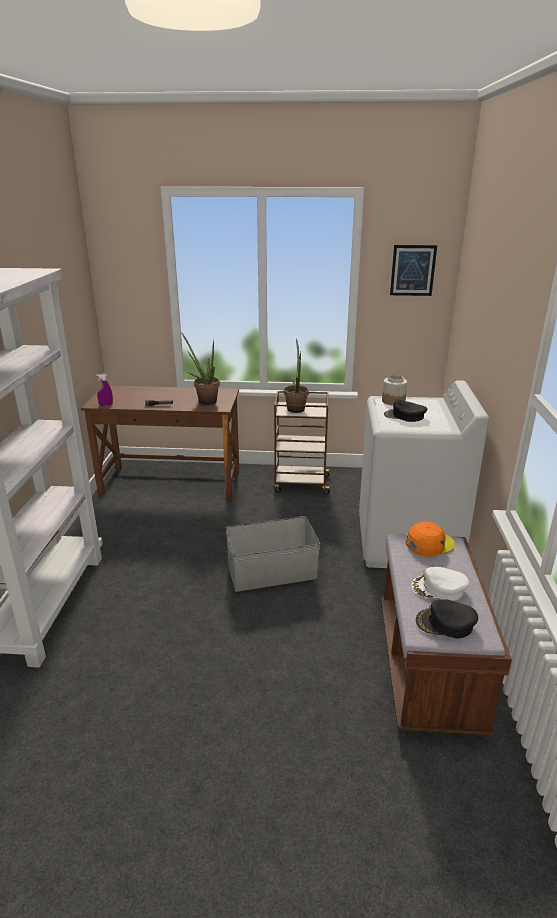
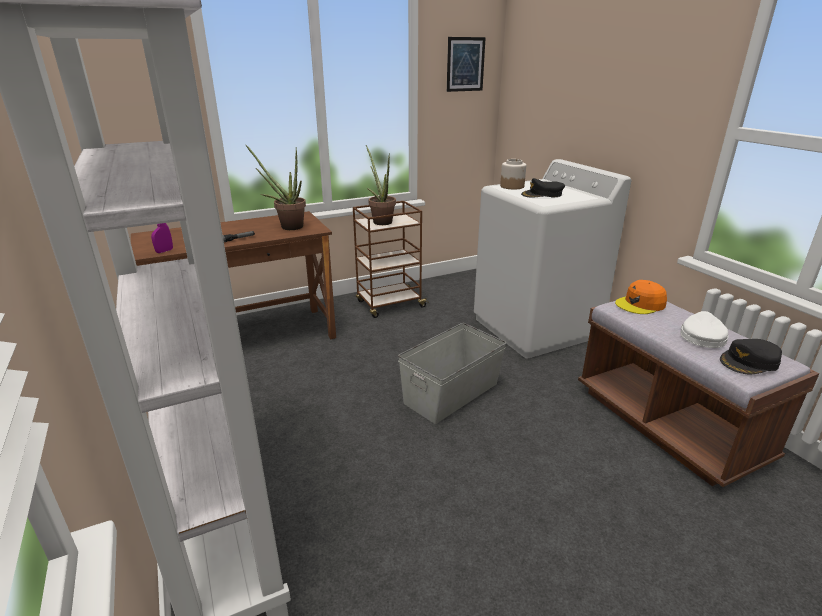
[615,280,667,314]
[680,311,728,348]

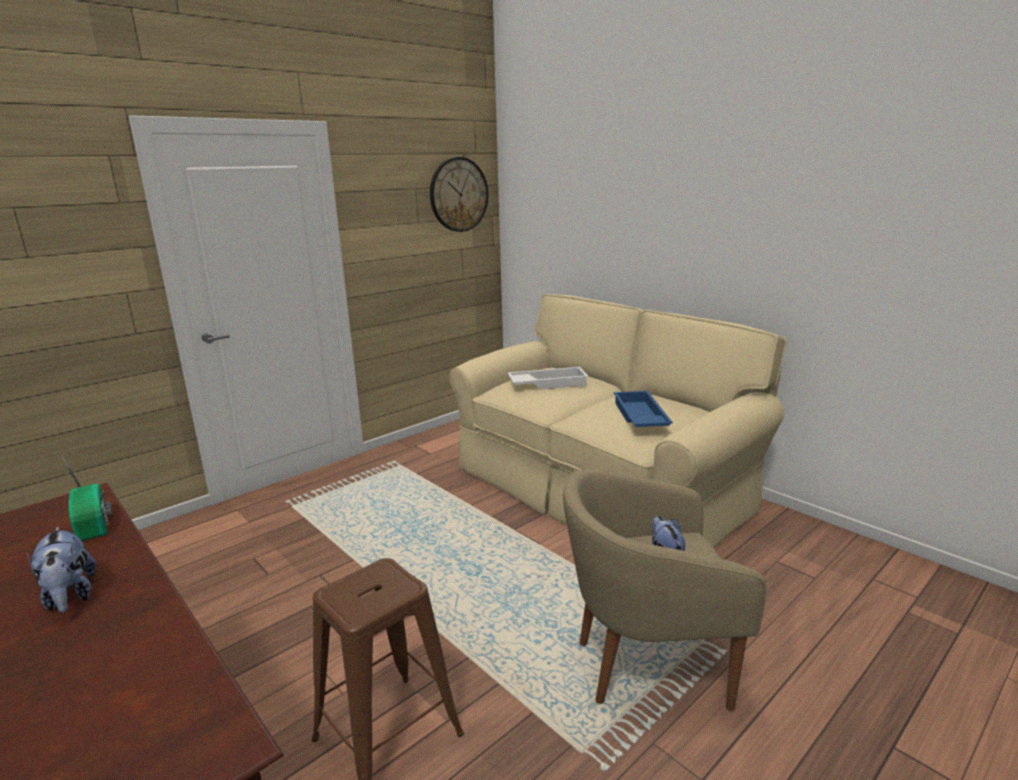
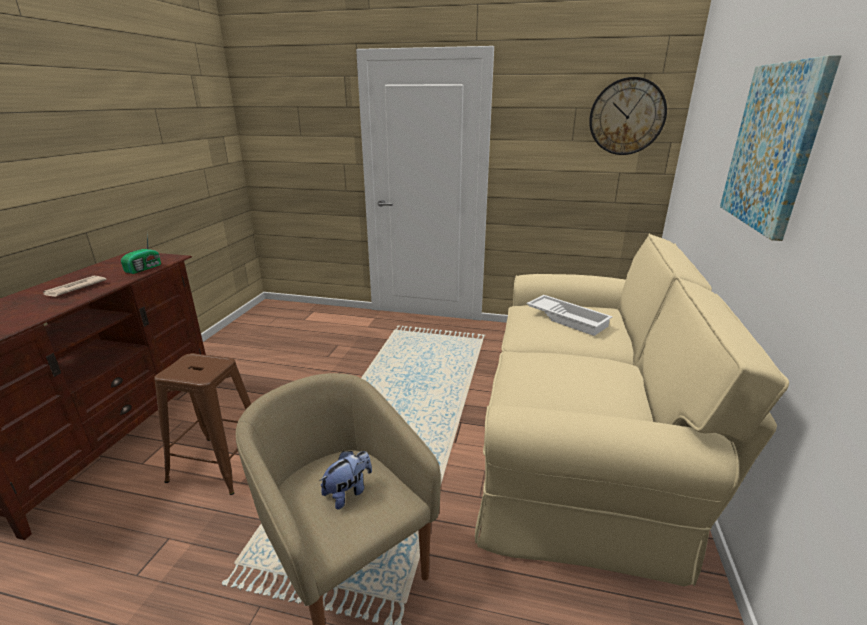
[43,276,107,297]
[614,391,673,427] (first image)
[720,55,842,241]

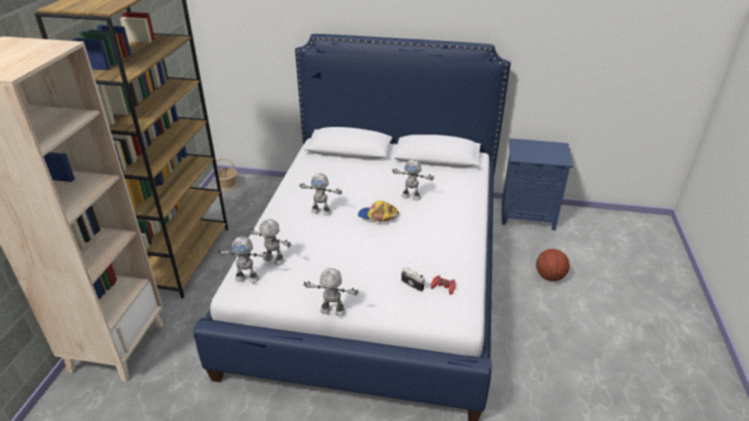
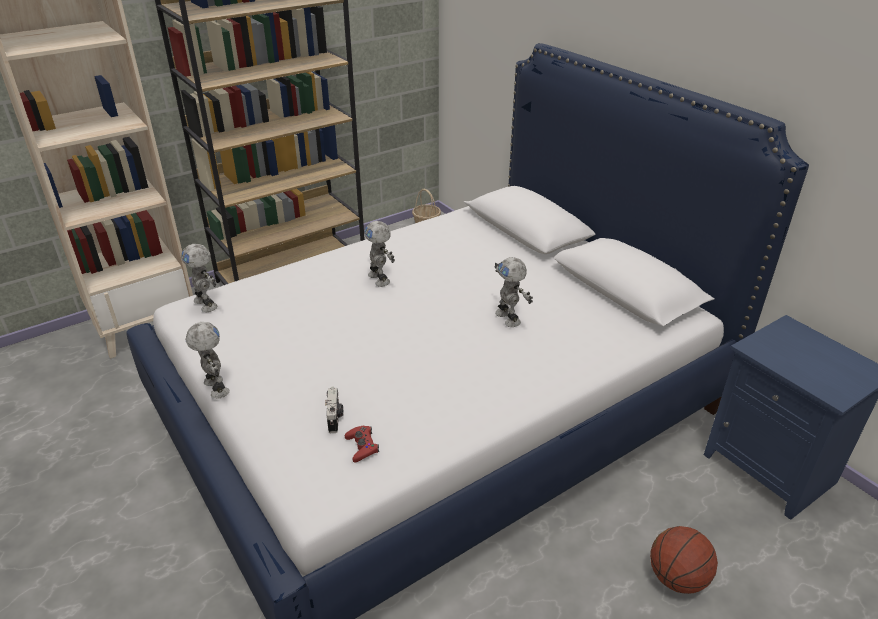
[249,219,291,265] (first image)
[358,201,399,222] (first image)

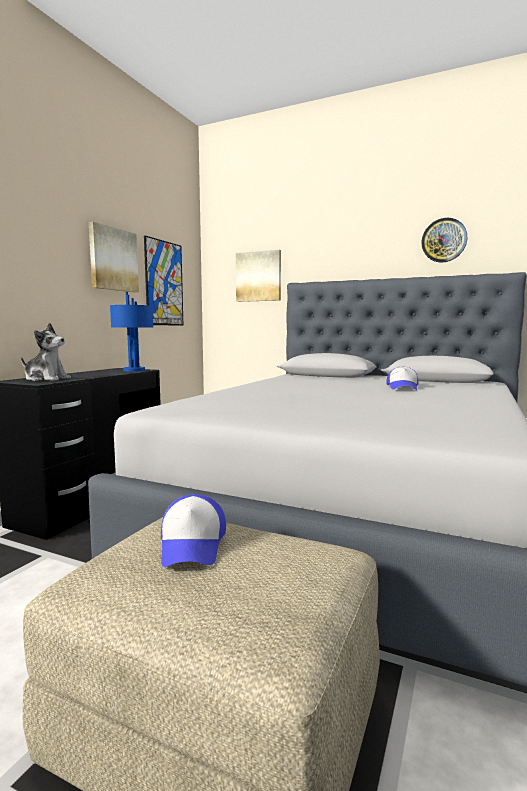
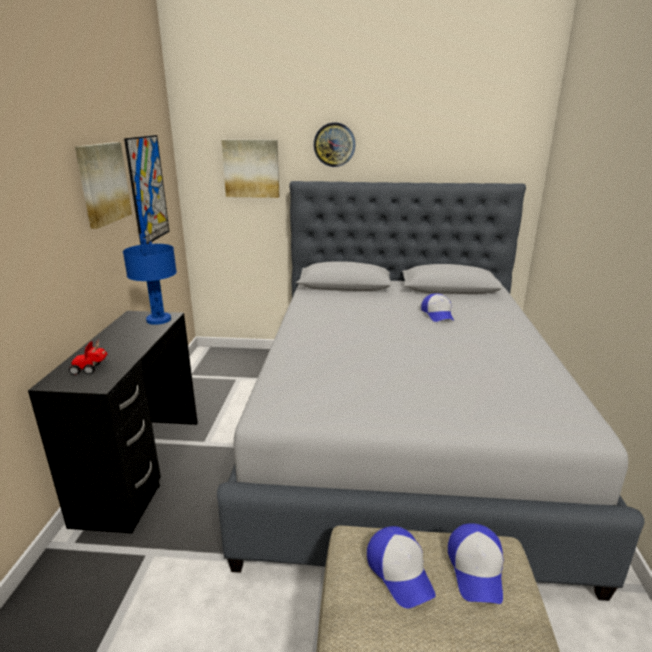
[69,340,107,375]
[314,122,355,167]
[448,523,503,604]

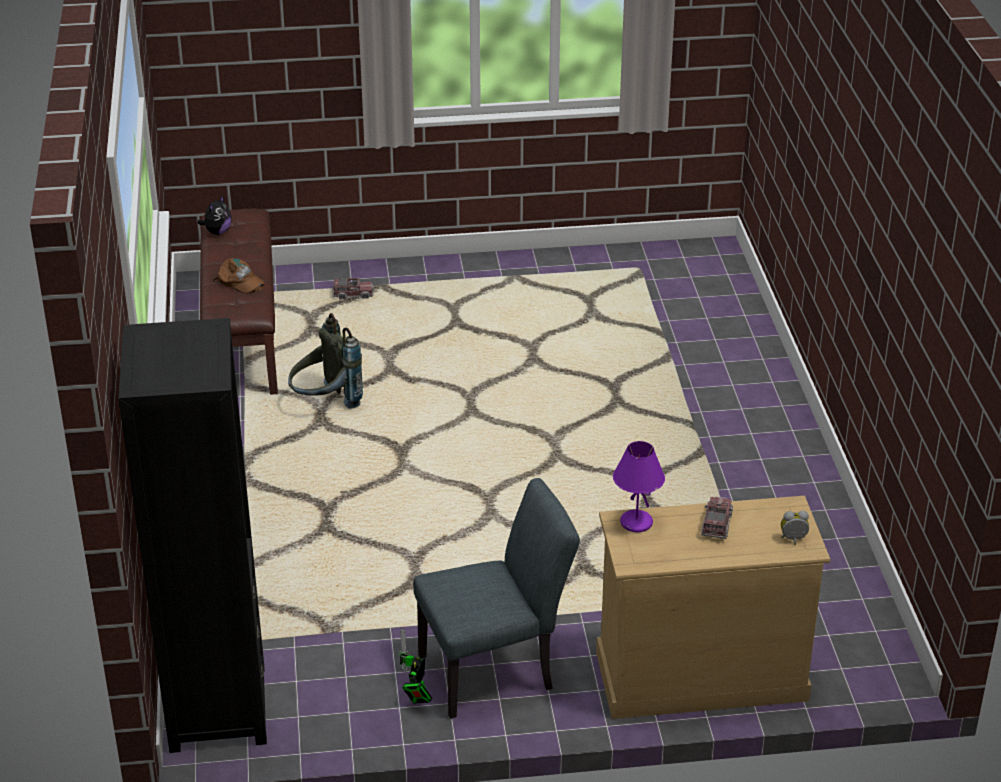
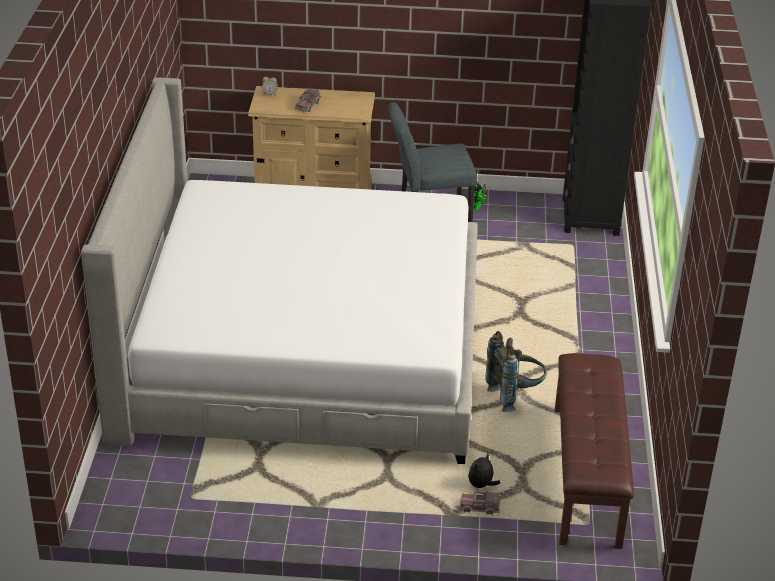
[468,453,500,489]
[213,258,265,294] (first image)
[613,441,665,532] (first image)
[81,77,478,464]

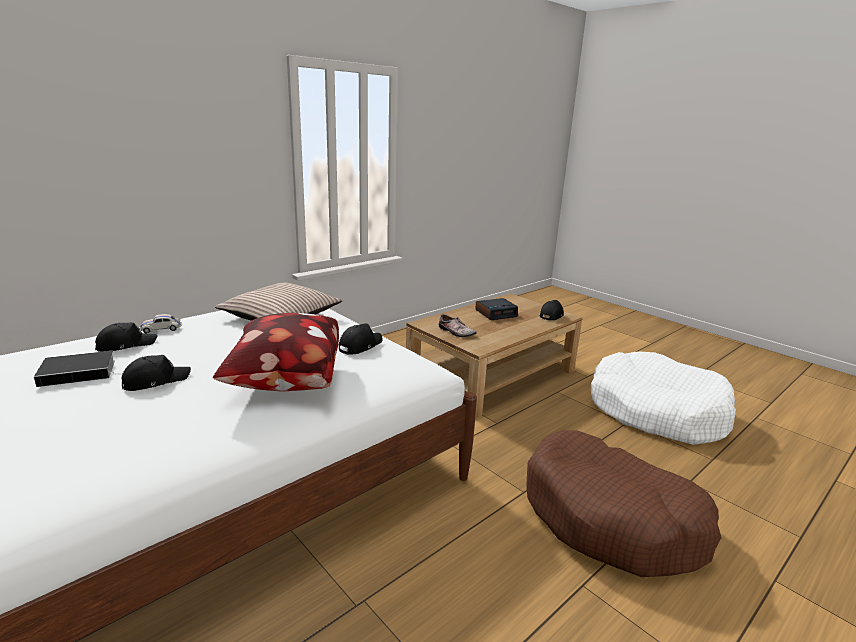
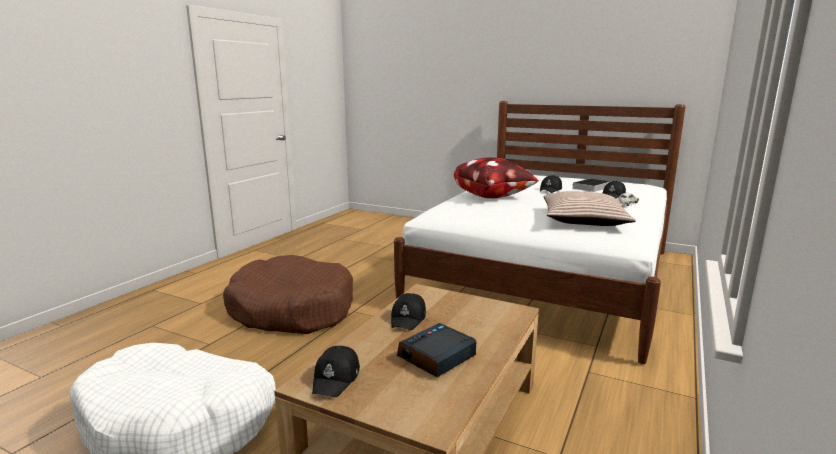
[391,293,426,330]
[439,314,476,337] (first image)

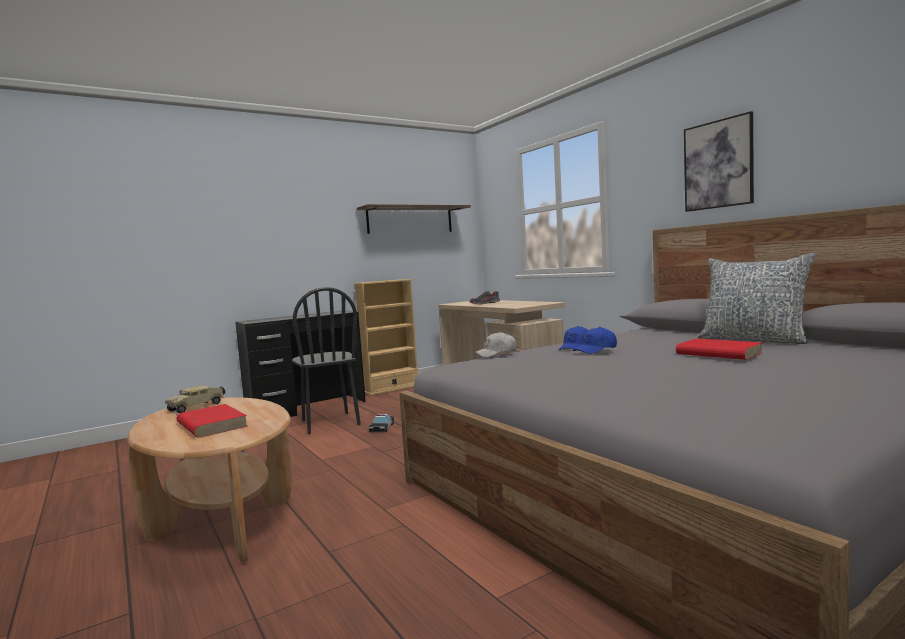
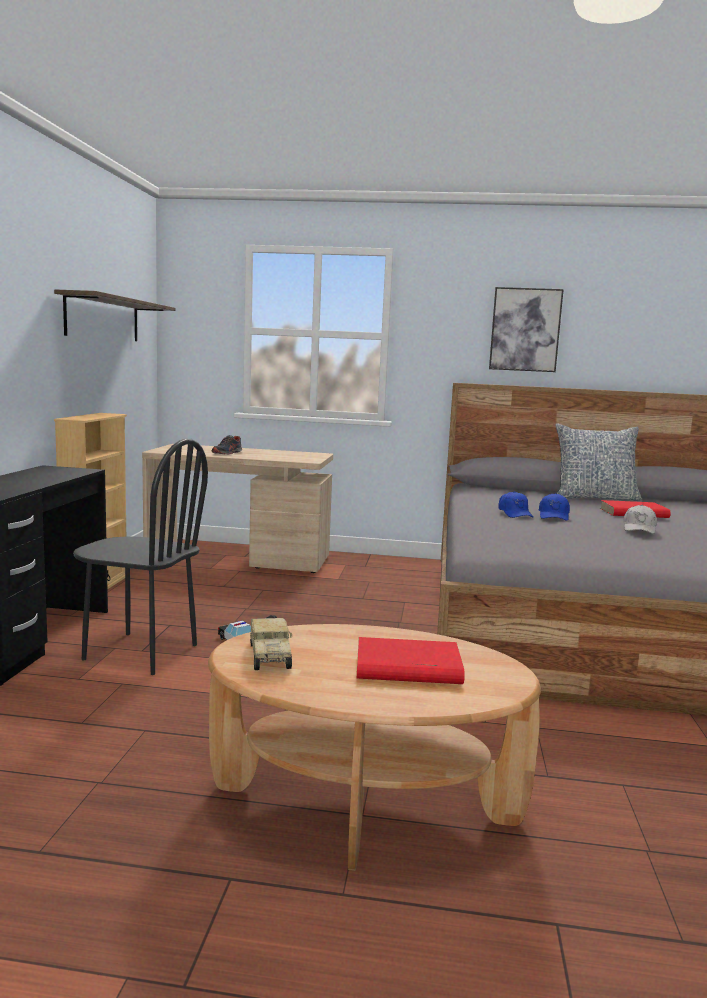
[623,505,657,534]

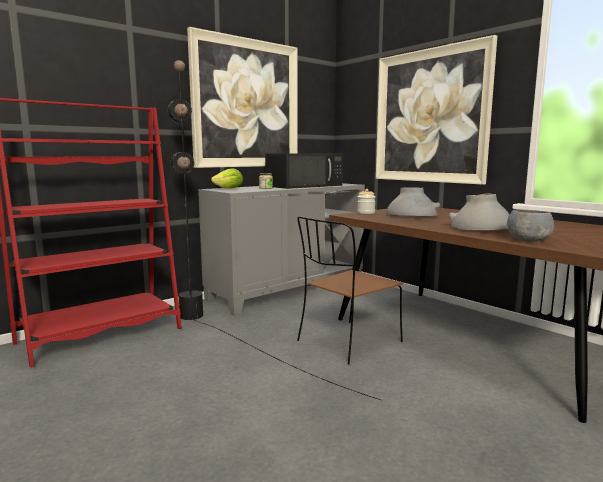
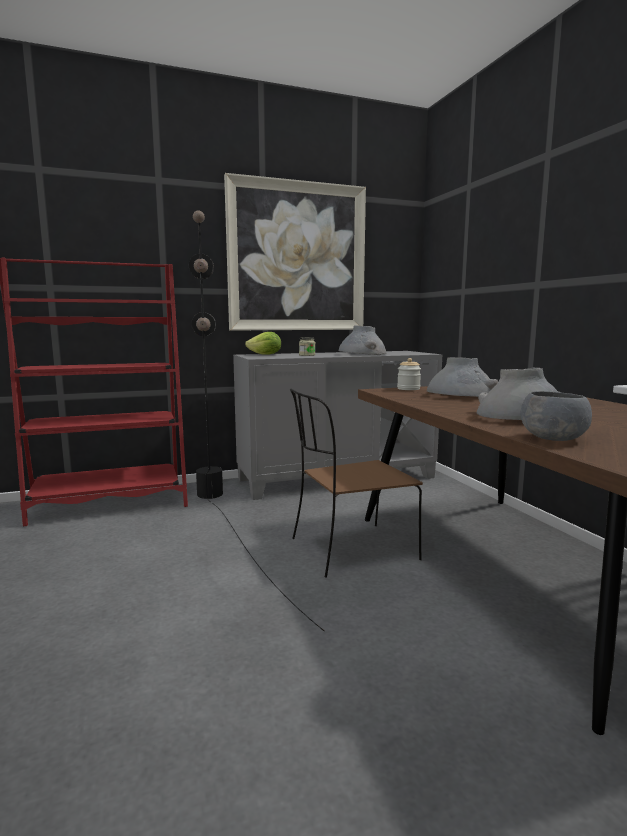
[339,325,386,355]
[376,35,497,185] (first image)

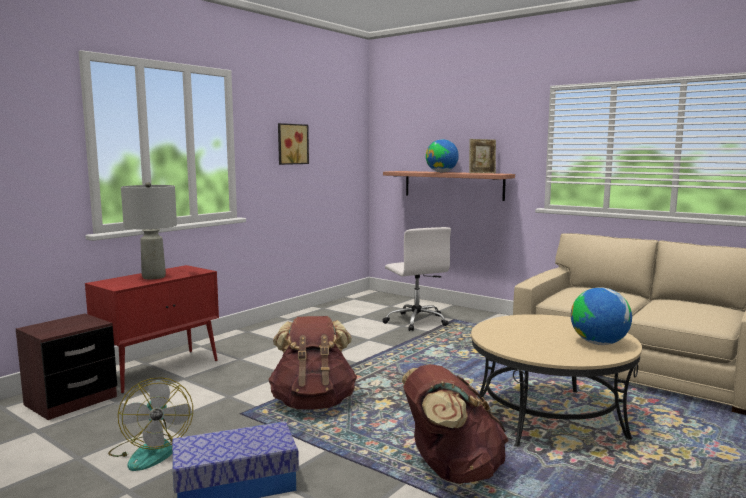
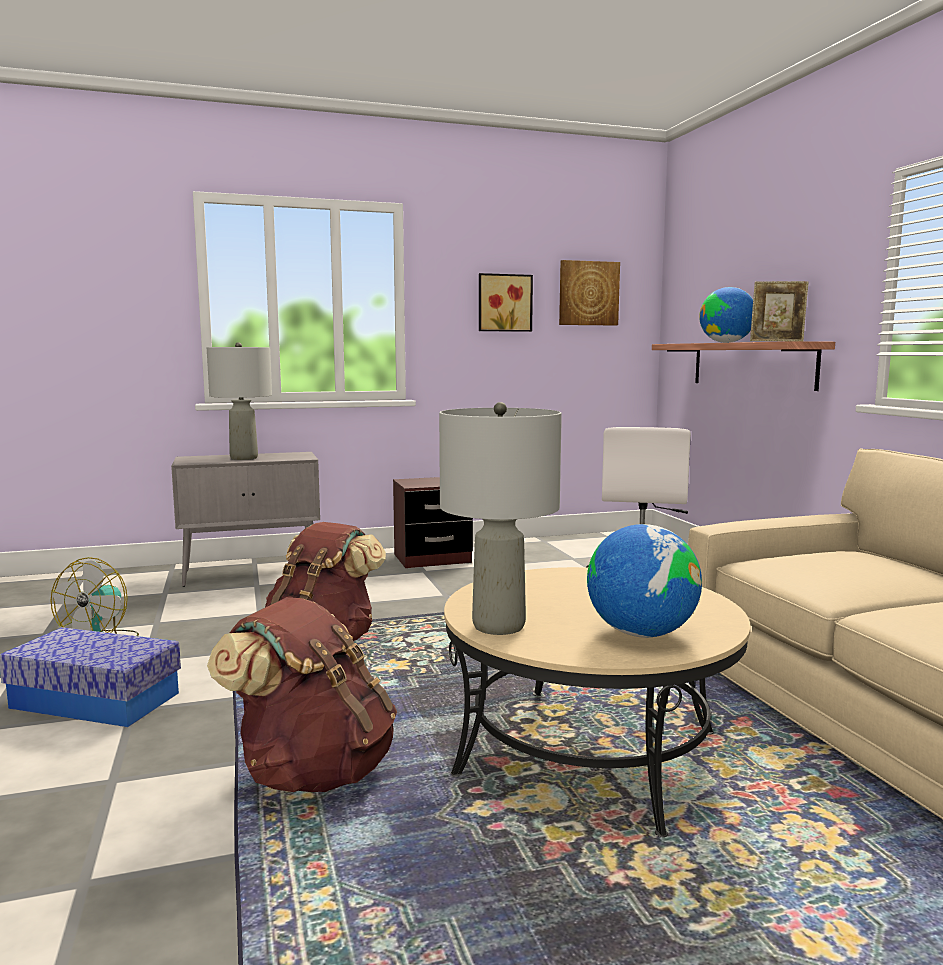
[393,477,473,568]
[171,452,320,587]
[439,402,562,635]
[559,260,620,325]

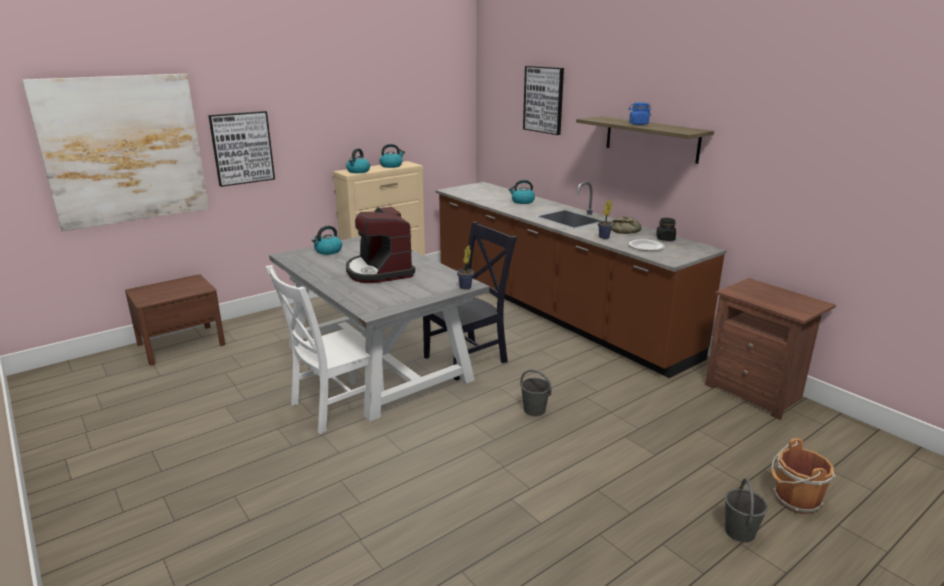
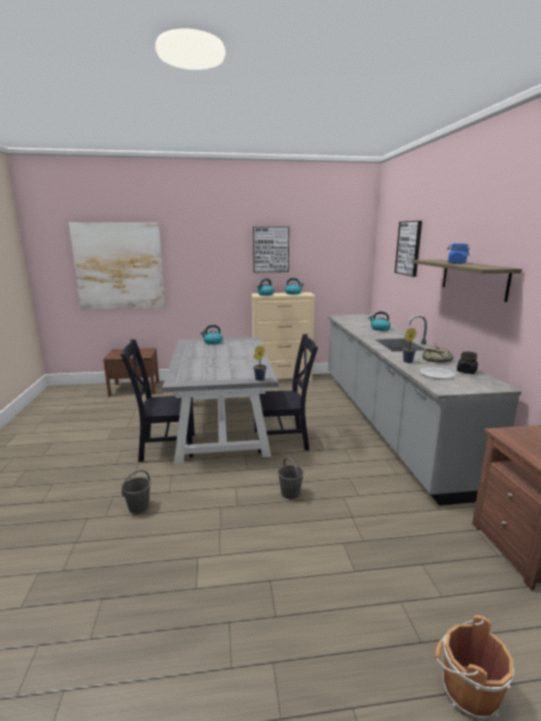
[253,227,289,272]
[120,339,195,462]
[346,207,415,283] (first image)
[328,314,522,506]
[122,470,151,514]

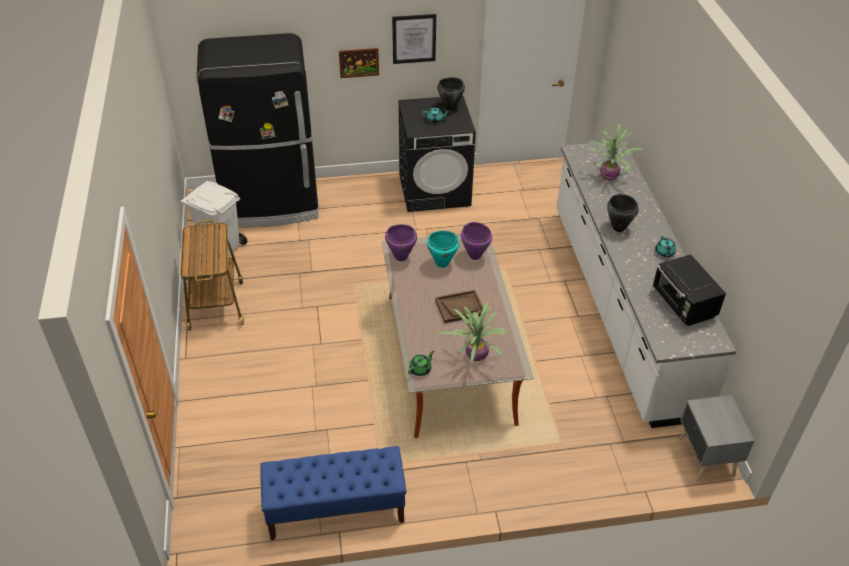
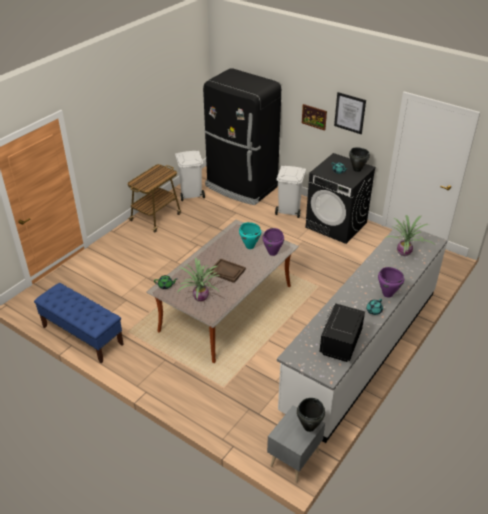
[378,267,404,298]
[297,398,325,432]
[275,166,306,218]

